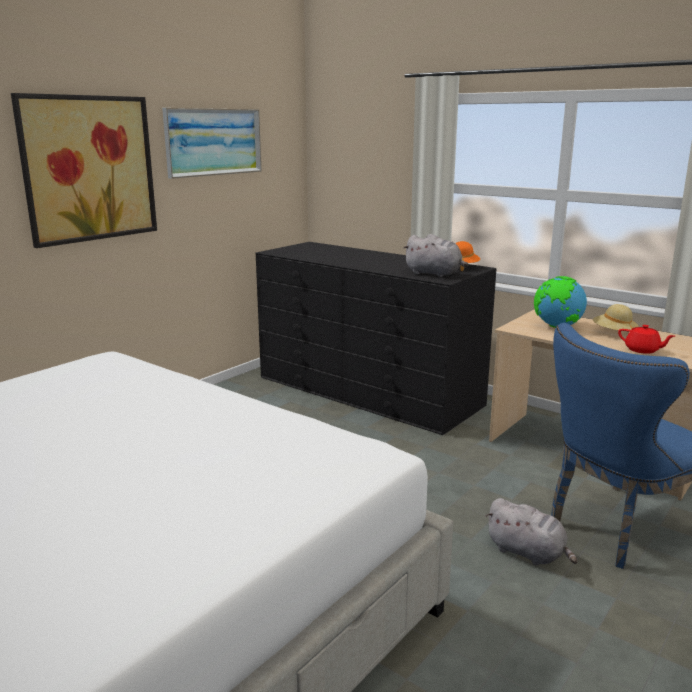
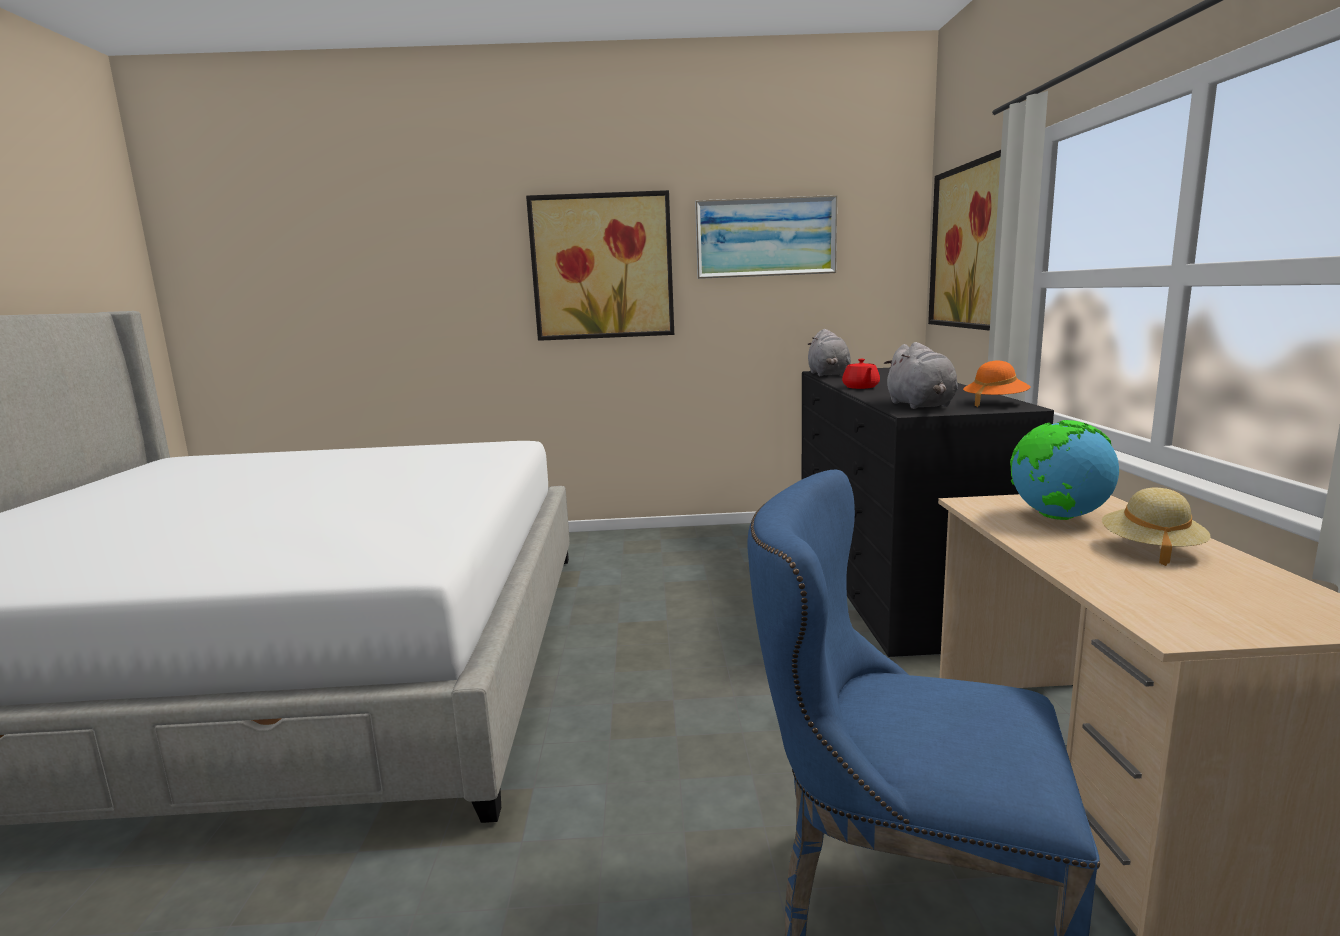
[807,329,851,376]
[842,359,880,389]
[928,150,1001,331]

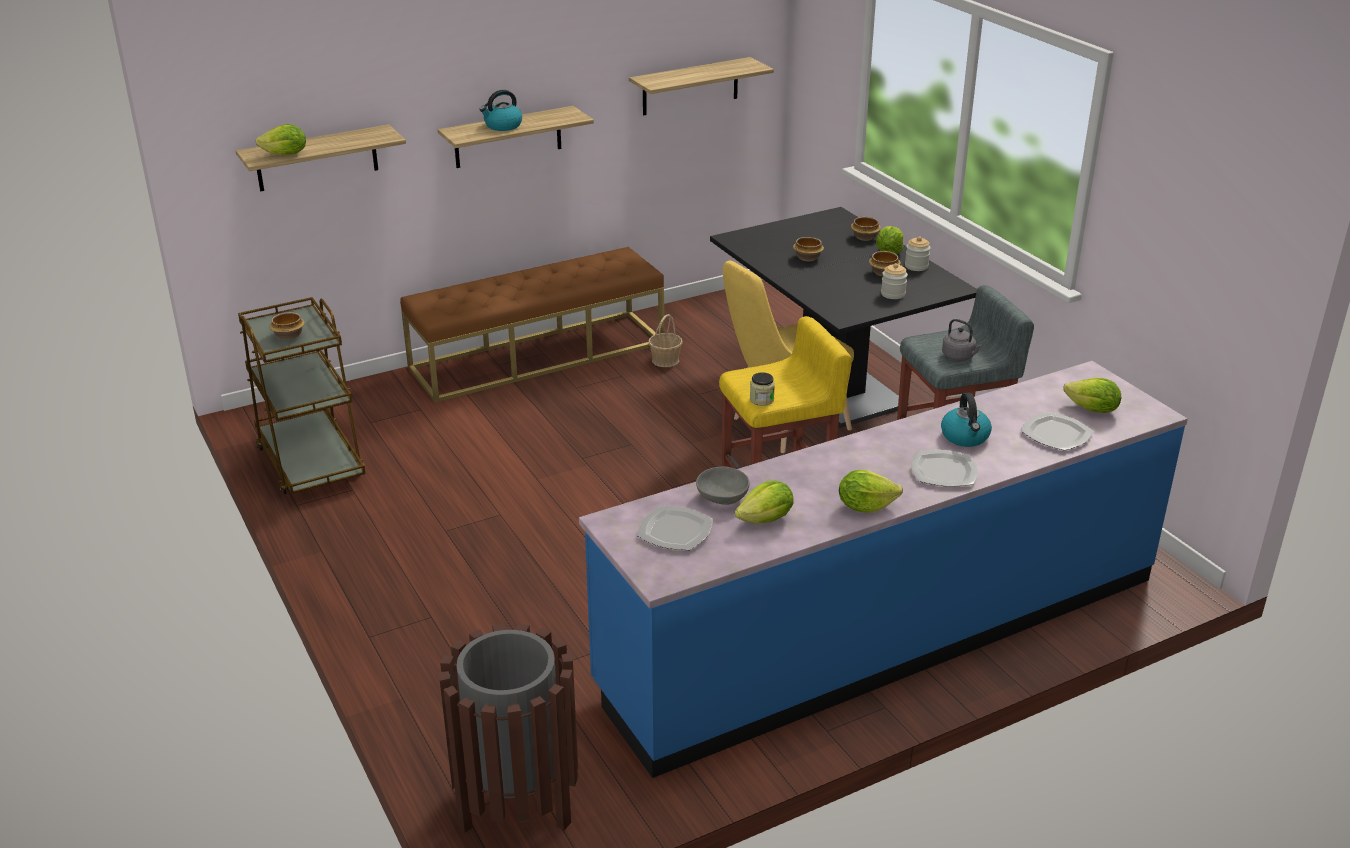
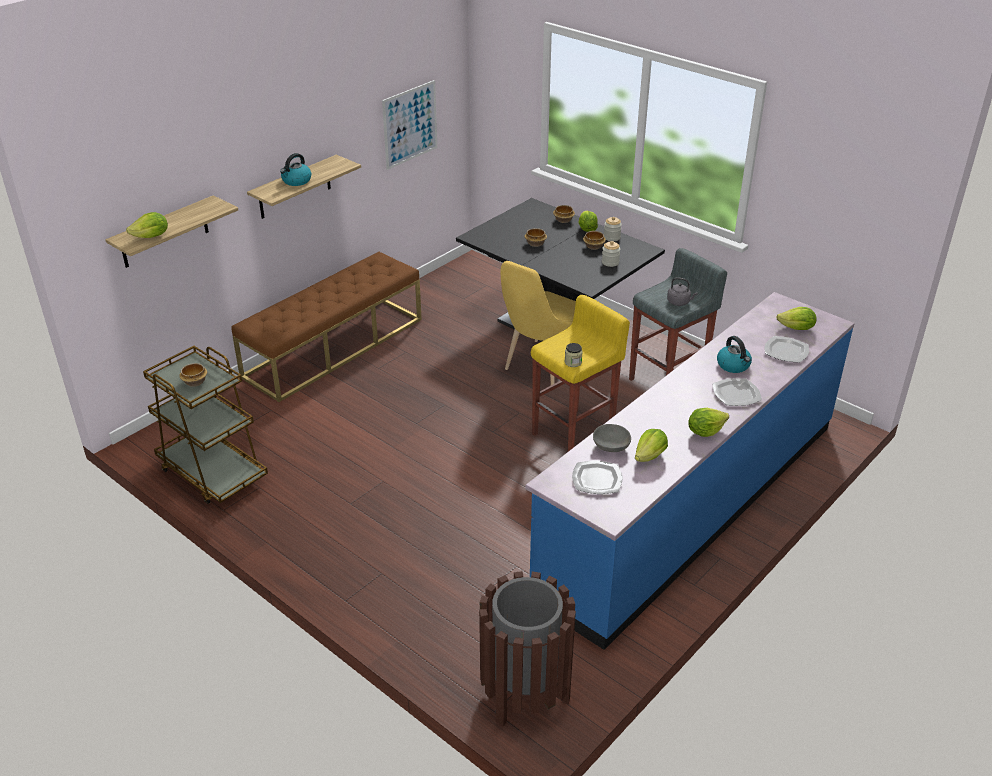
[382,80,437,170]
[648,314,683,367] (first image)

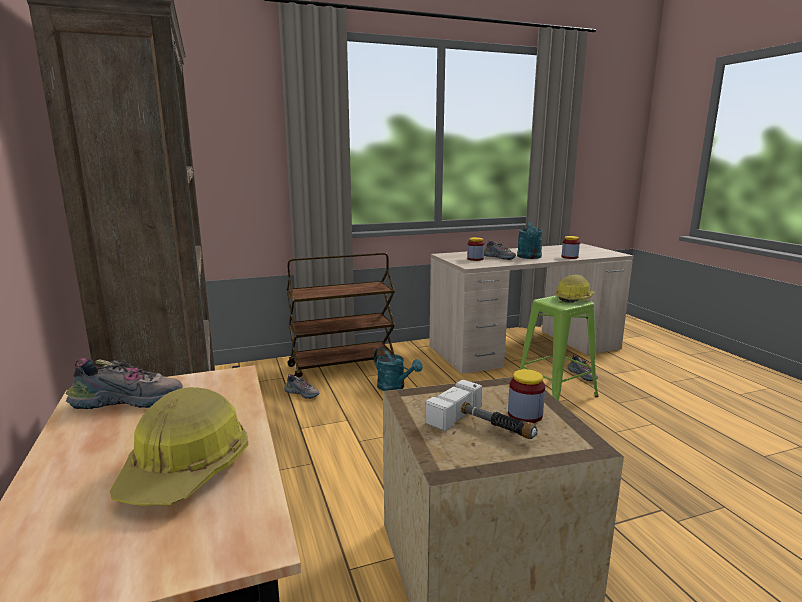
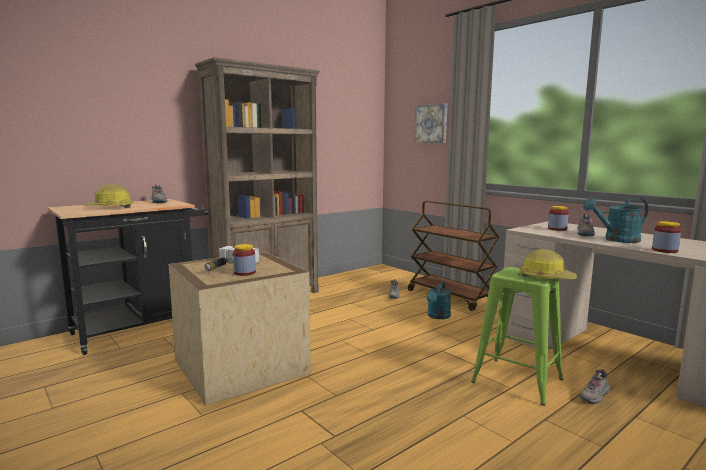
[415,103,447,143]

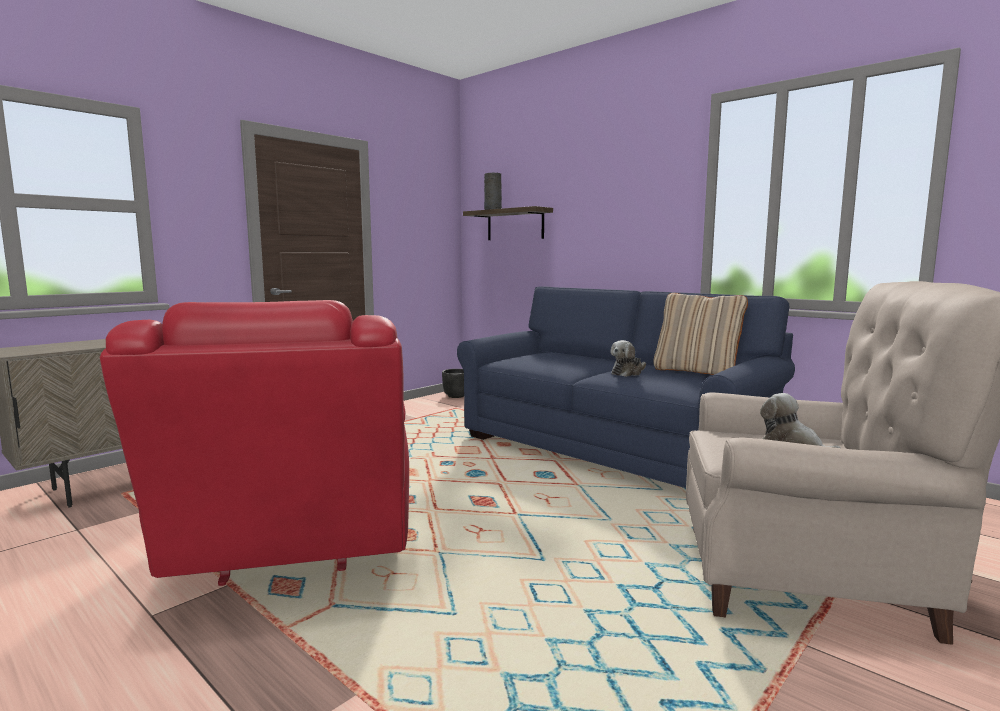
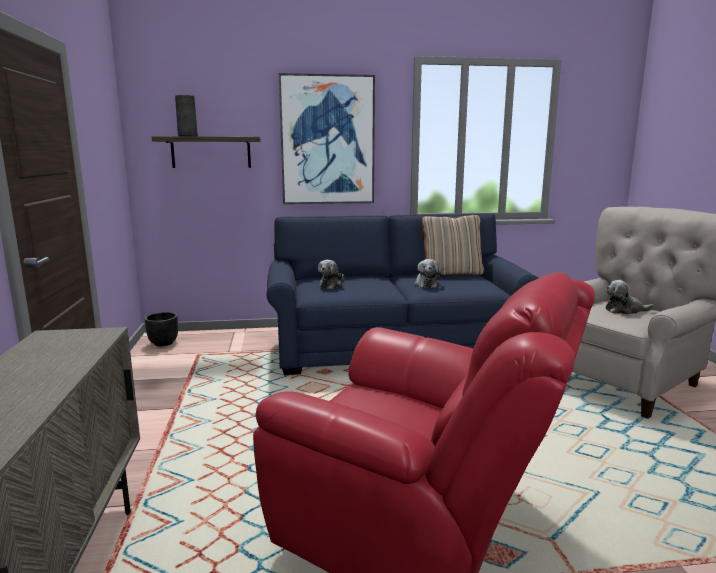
[279,73,375,204]
[318,260,344,289]

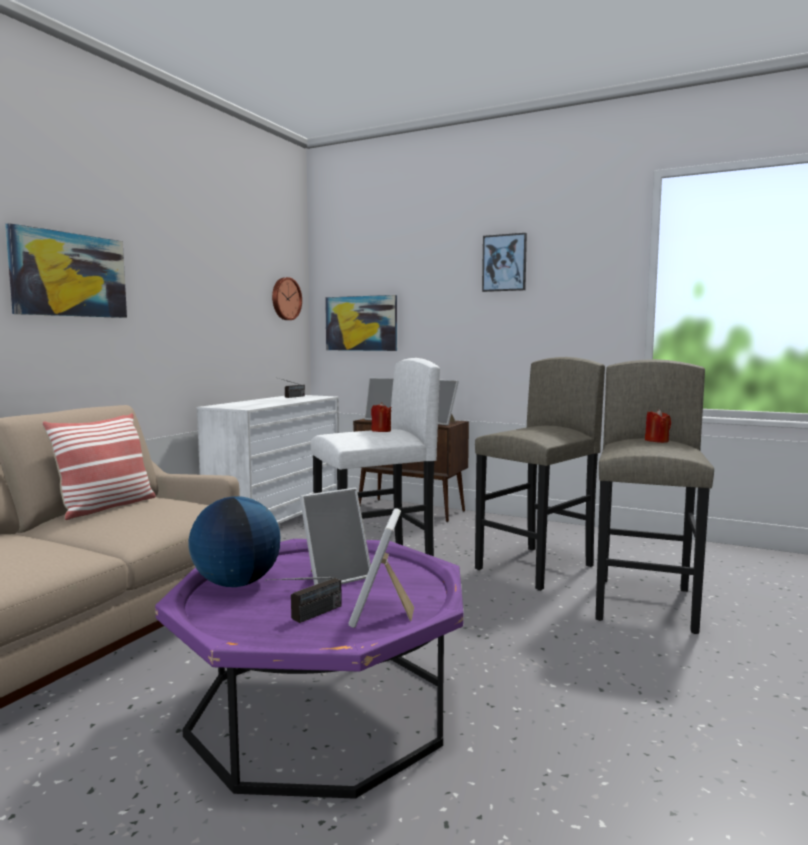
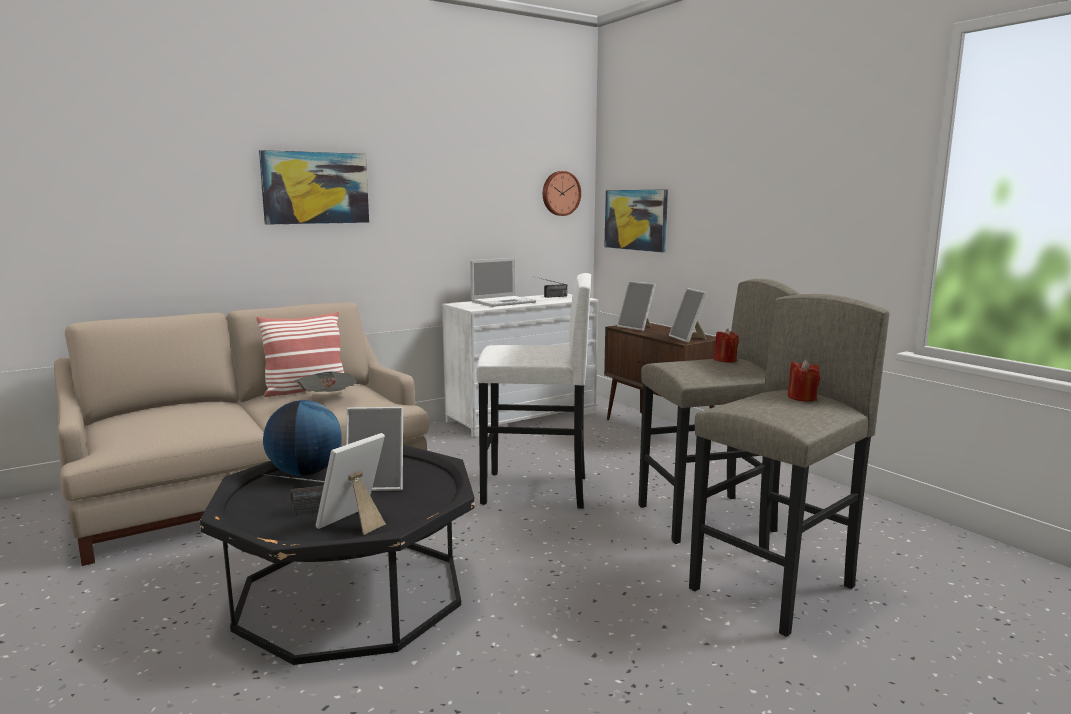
[200,445,475,665]
[714,329,739,363]
[482,233,527,292] (first image)
[295,372,358,392]
[470,258,536,307]

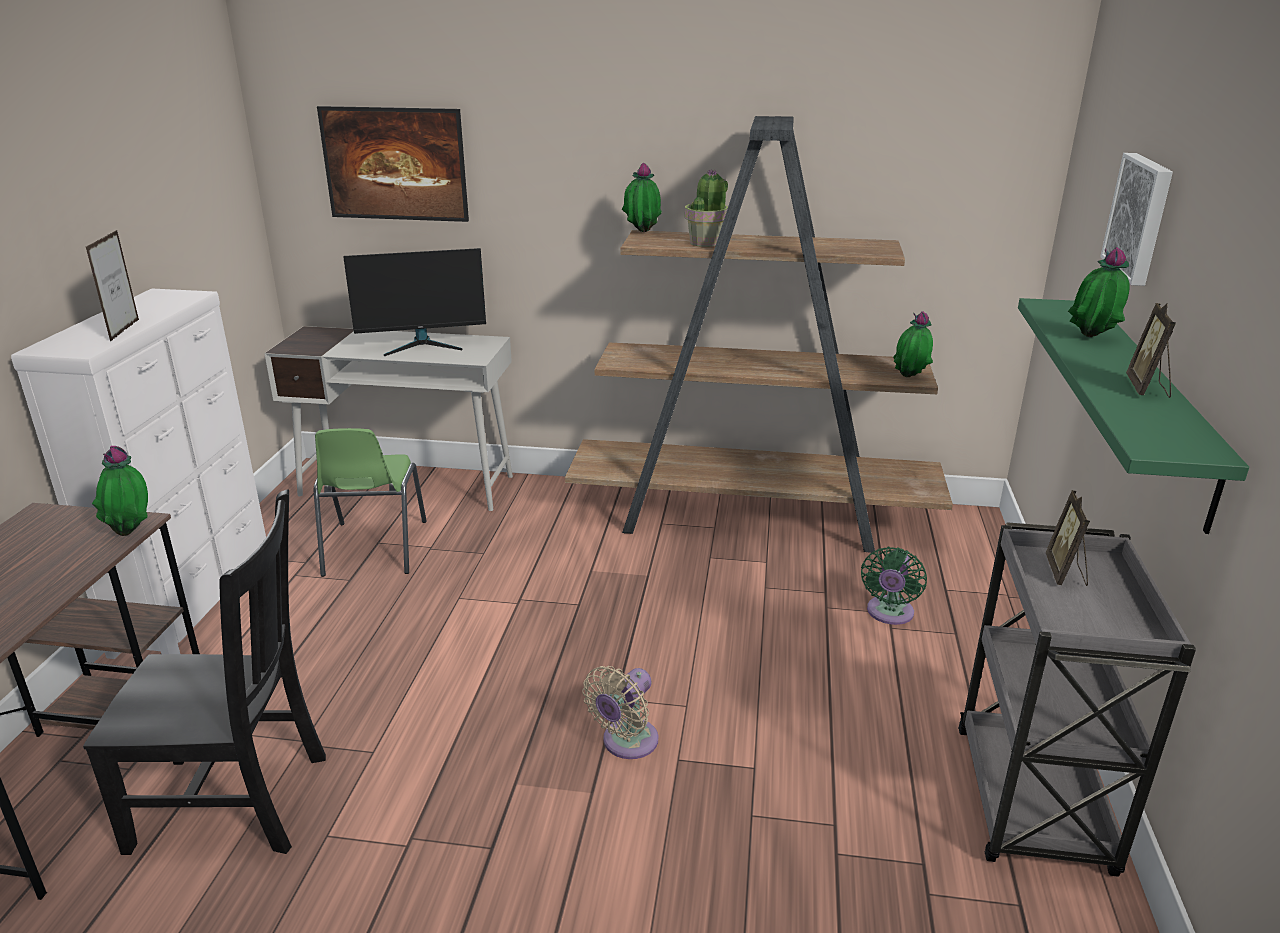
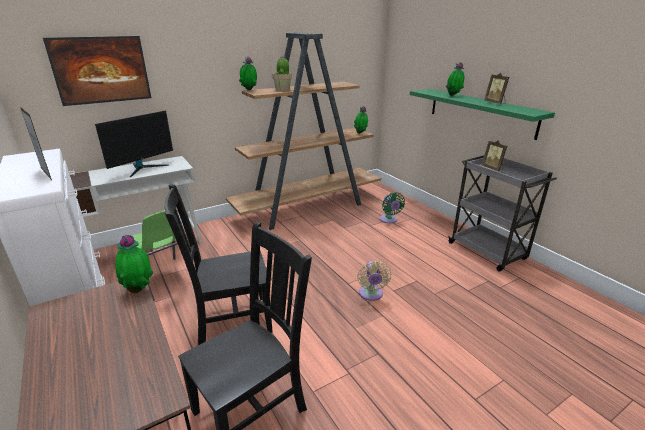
[1100,153,1173,286] (first image)
[165,184,273,345]

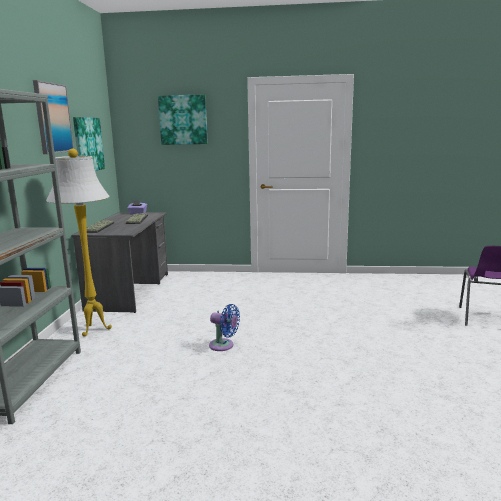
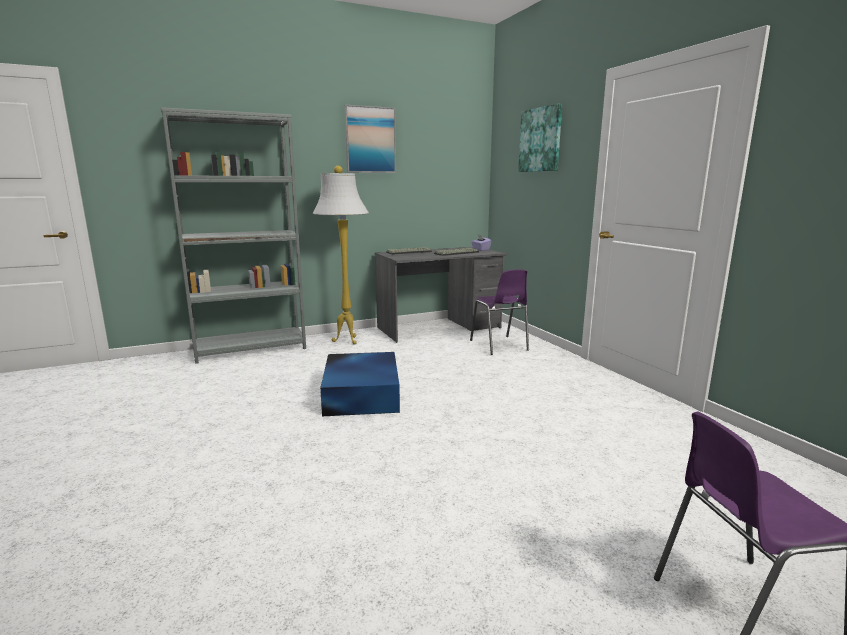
[73,117,105,171] (first image)
[320,352,400,416]
[470,269,529,355]

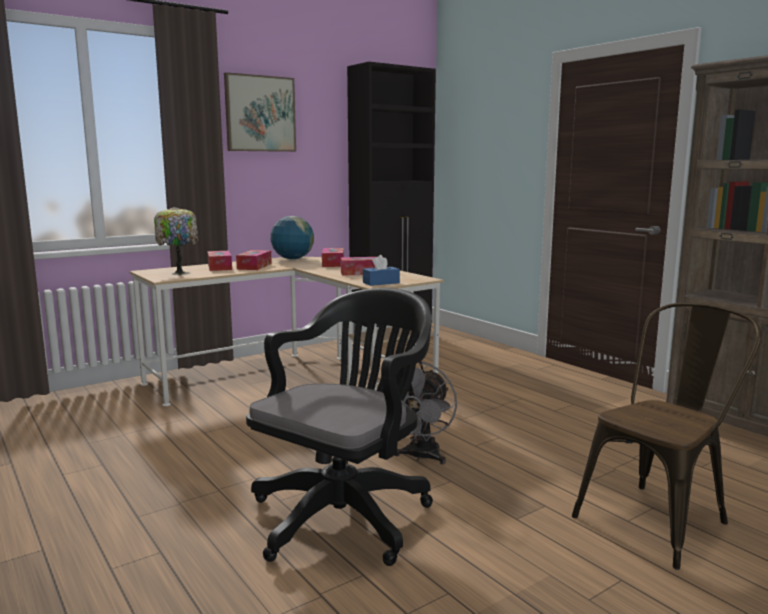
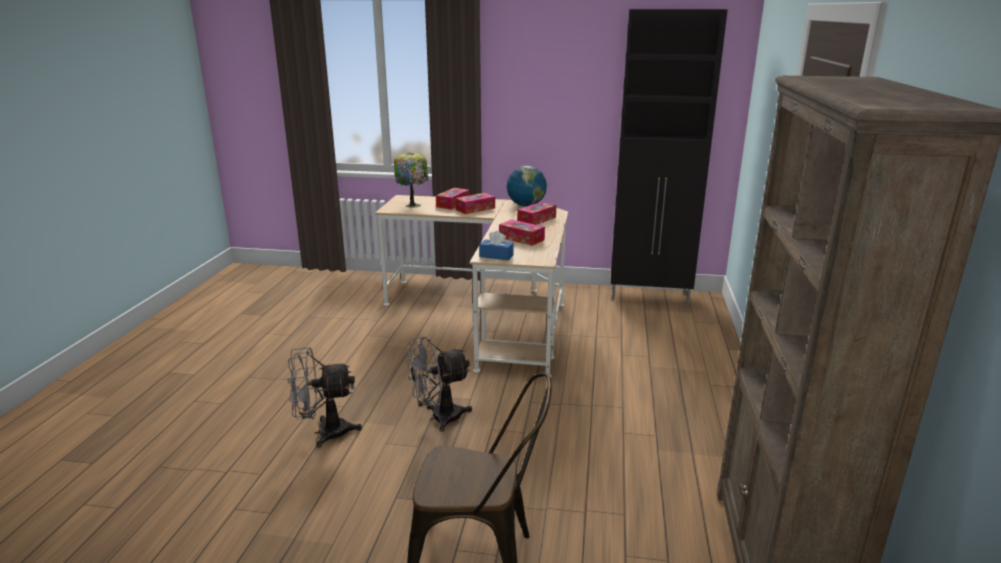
[224,72,296,152] (first image)
[288,347,362,448]

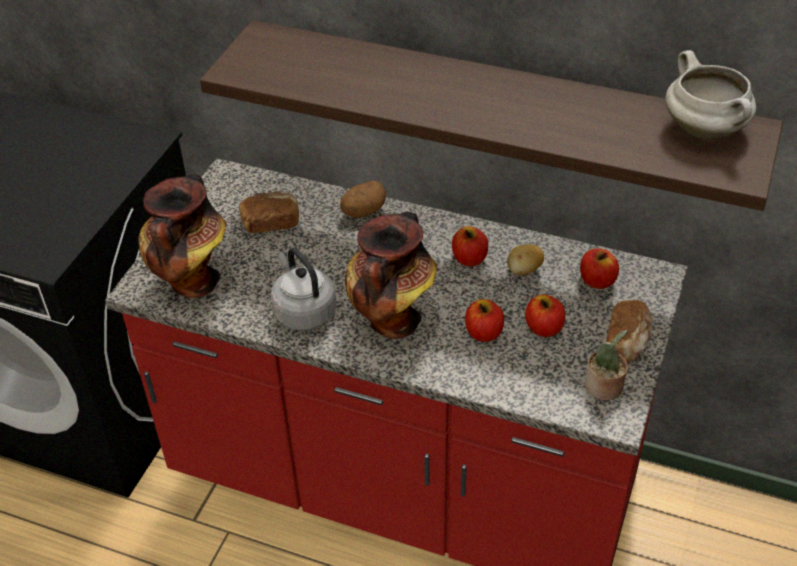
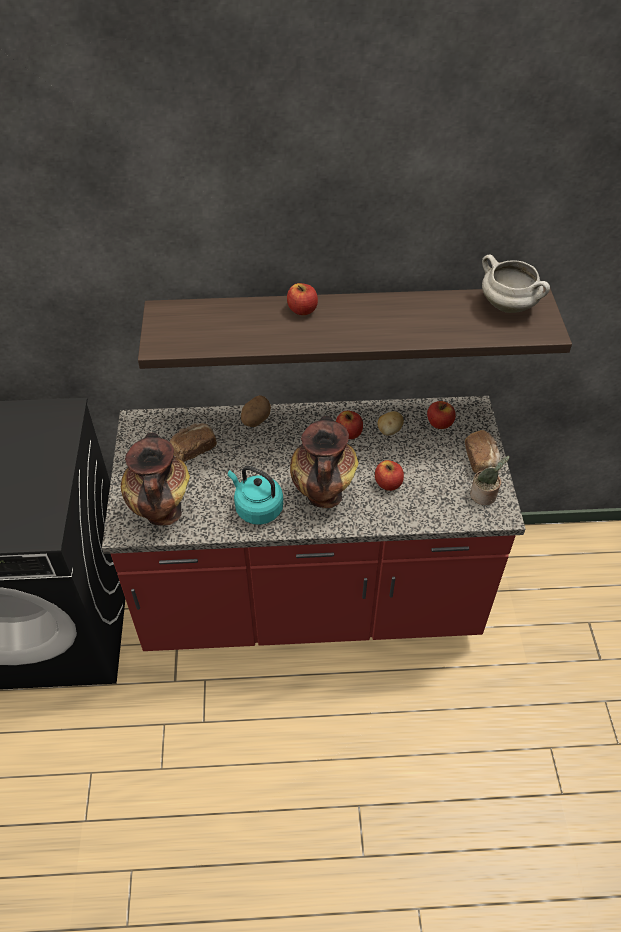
[228,466,283,525]
[287,283,318,315]

